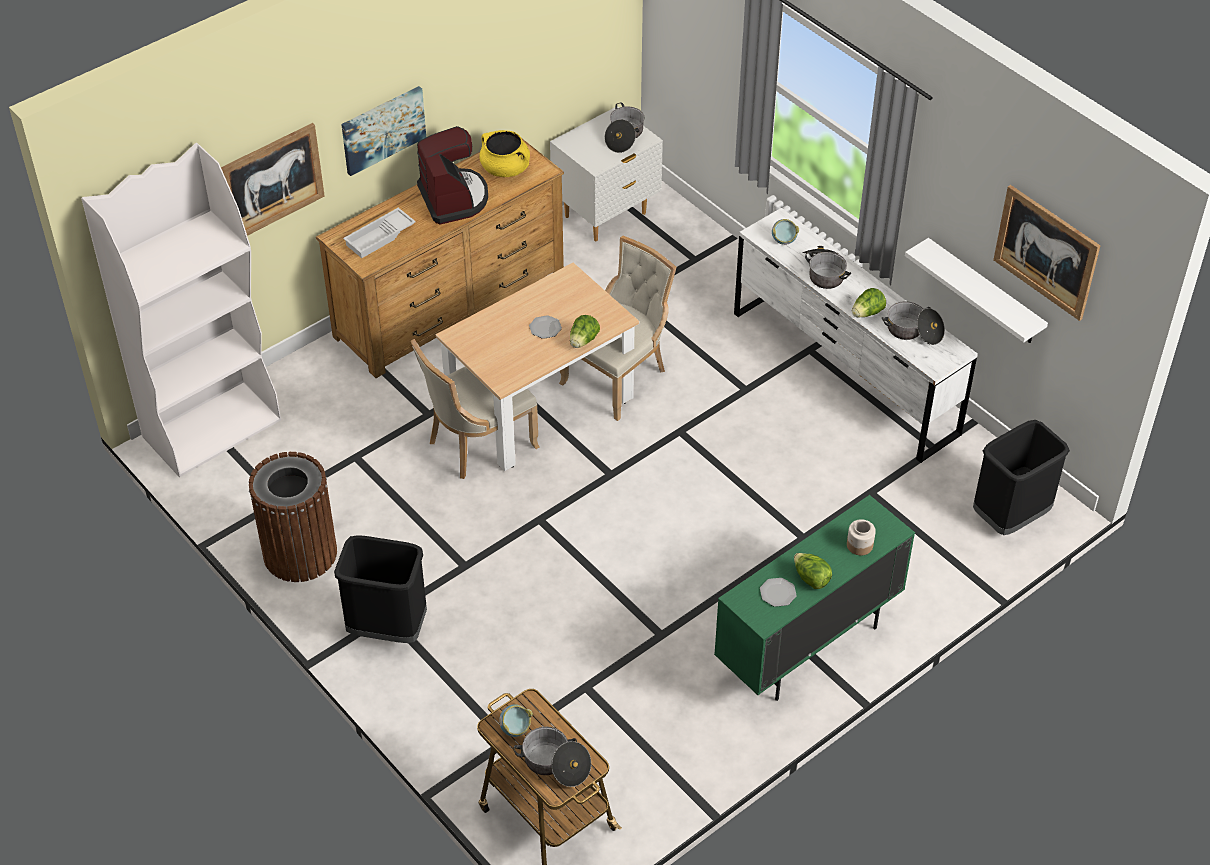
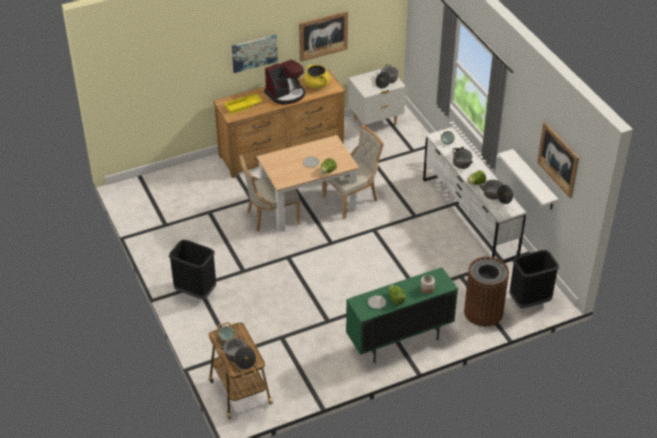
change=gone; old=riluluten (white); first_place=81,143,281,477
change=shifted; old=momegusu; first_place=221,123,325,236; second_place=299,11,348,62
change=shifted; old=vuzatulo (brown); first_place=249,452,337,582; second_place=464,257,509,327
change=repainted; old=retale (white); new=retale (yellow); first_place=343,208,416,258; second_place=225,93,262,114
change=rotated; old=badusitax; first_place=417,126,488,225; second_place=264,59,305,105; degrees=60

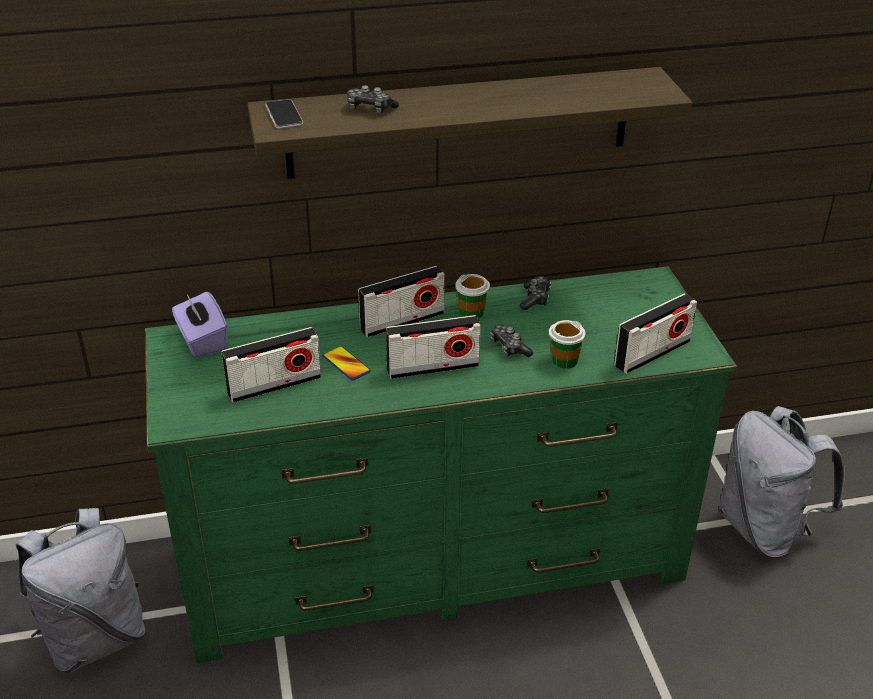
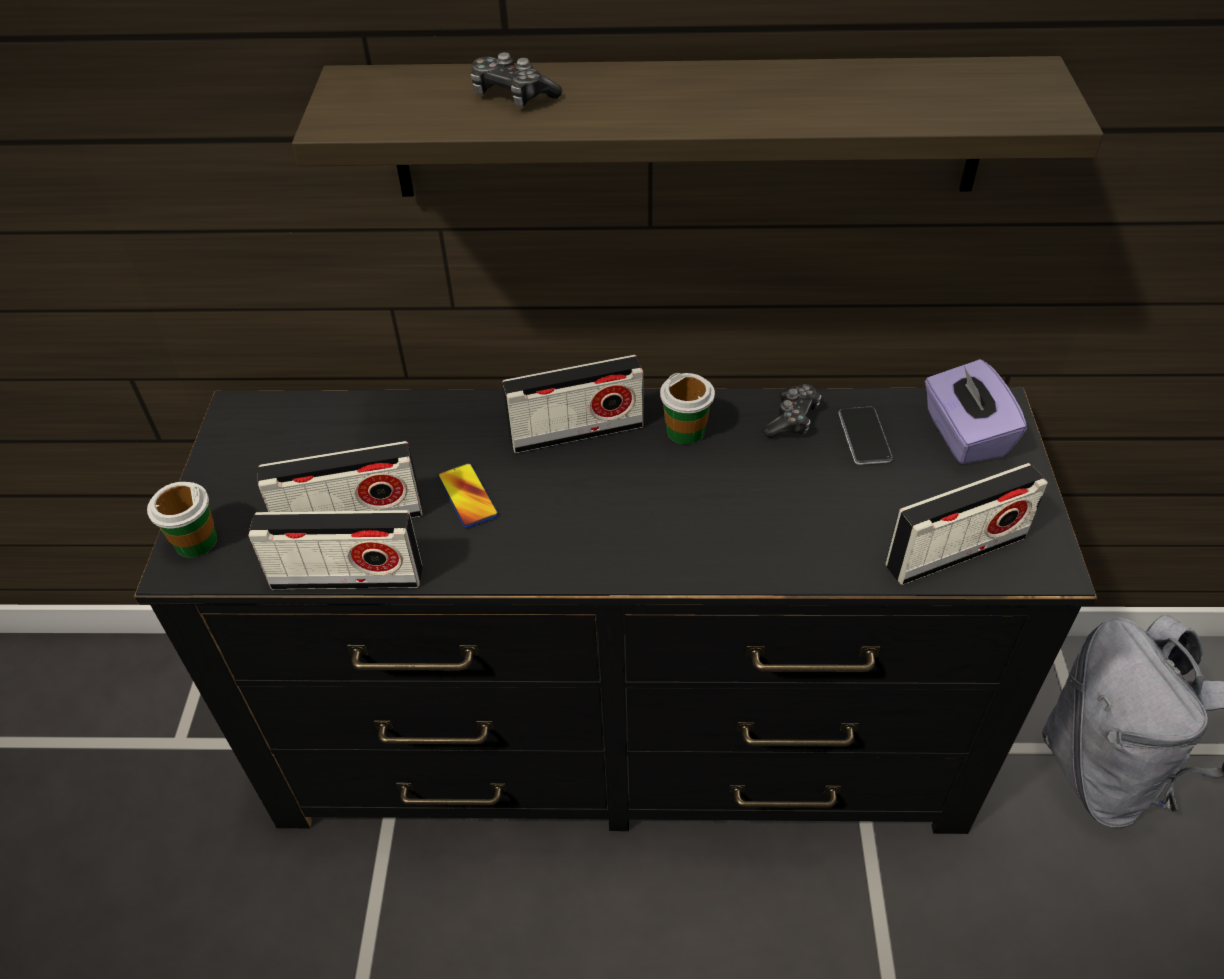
change=gone; old=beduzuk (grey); first_place=16,508,145,672
change=gone; old=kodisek; first_place=490,325,533,357
change=shifted; old=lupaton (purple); first_place=172,292,228,358; second_place=925,359,1027,464
change=shifted; old=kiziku; first_place=265,99,303,129; second_place=839,407,893,465
change=shifted; old=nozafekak; first_place=386,315,481,379; second_place=248,510,422,589
change=shifted; old=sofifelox; first_place=549,320,586,369; second_place=147,482,217,558
change=repainted; old=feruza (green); new=feruza (black); first_place=145,266,737,663; second_place=134,387,1097,834

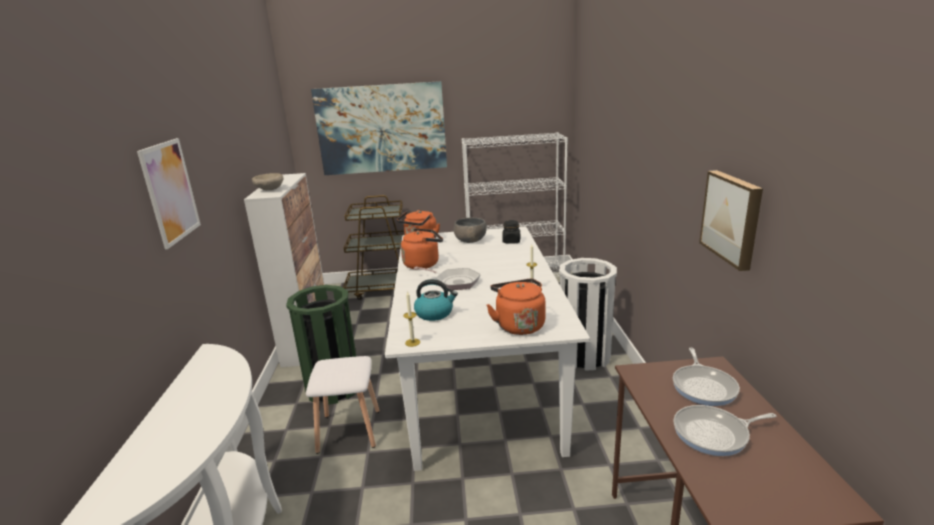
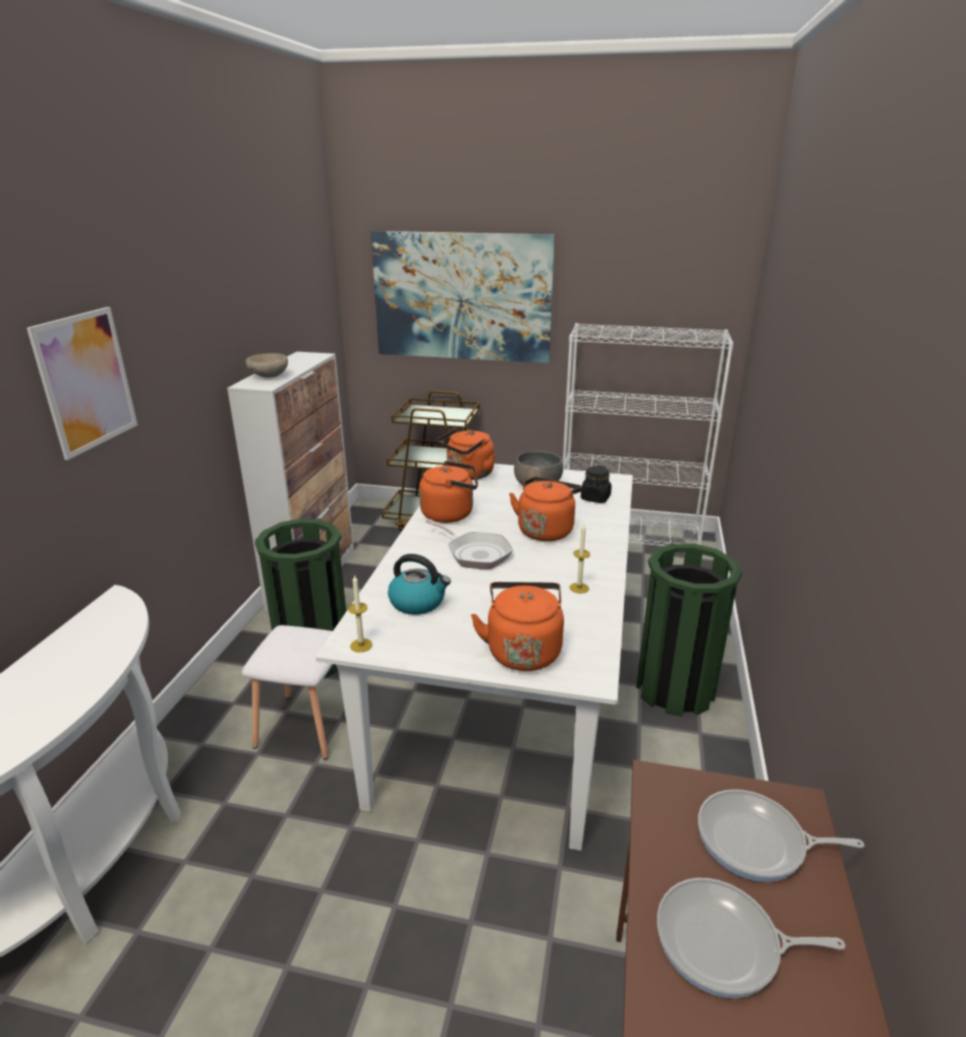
change=gone; old=momegusu; first_place=699,170,763,271
change=new; new=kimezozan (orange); second_place=509,477,583,541
change=repainted; old=vuzatulo (white); new=vuzatulo (green); first_place=559,258,617,371; second_place=636,544,742,717
change=rotated; old=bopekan; first_place=673,348,740,406; second_place=698,789,864,882; degrees=75

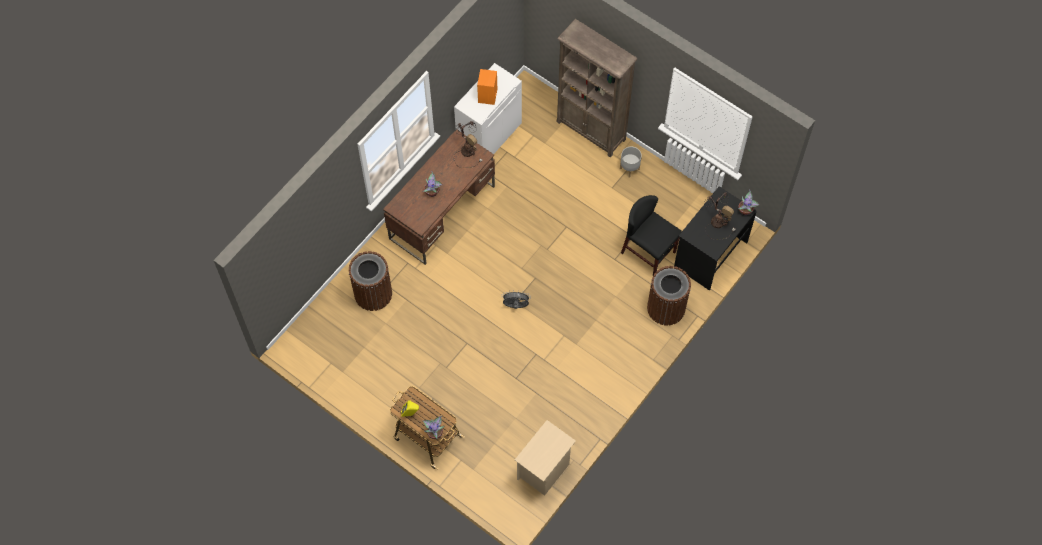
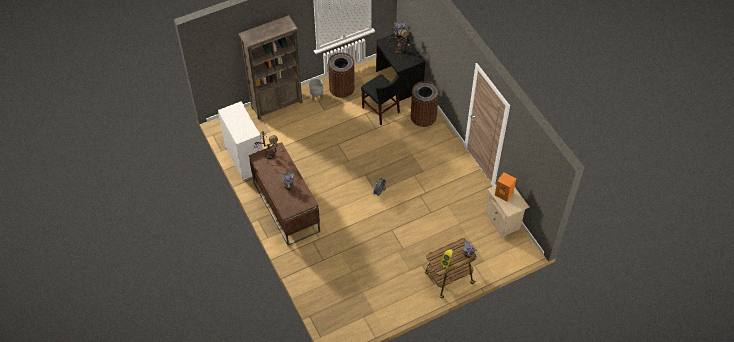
change=shifted; old=vuzatulo (brown); first_place=349,251,392,311; second_place=328,52,355,98
change=shifted; old=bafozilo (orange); first_place=477,69,497,105; second_place=495,172,516,202
change=rotated; old=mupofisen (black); first_place=621,195,682,275; second_place=361,74,400,125; degrees=-105

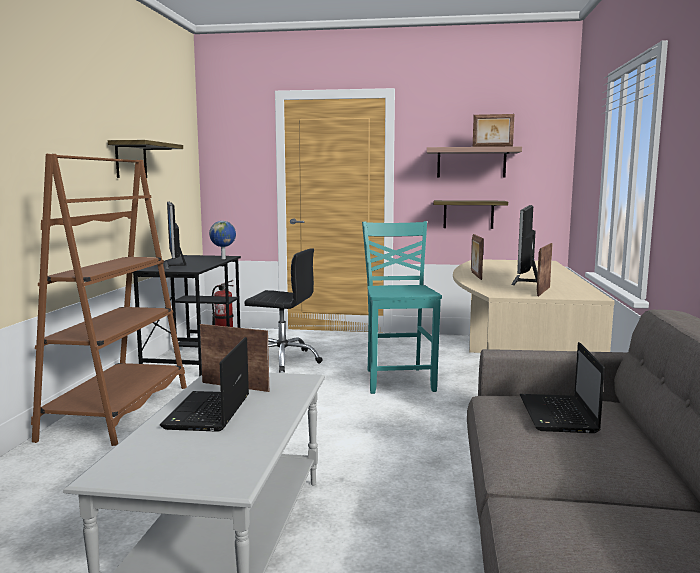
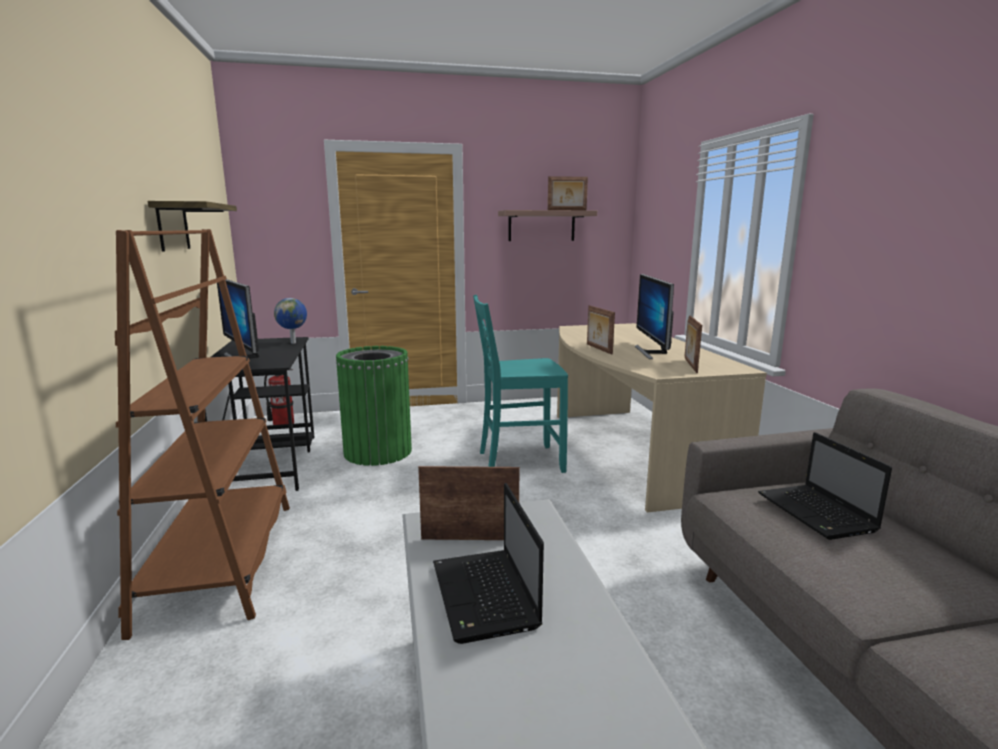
change=gone; old=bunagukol; first_place=433,200,508,229
change=swapped; old=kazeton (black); new=vuzatulo (green); first_place=244,248,323,372; second_place=336,346,412,466
change=rotated; old=mupofisen (turquoise); first_place=362,221,442,394; second_place=473,295,568,473; degrees=-75

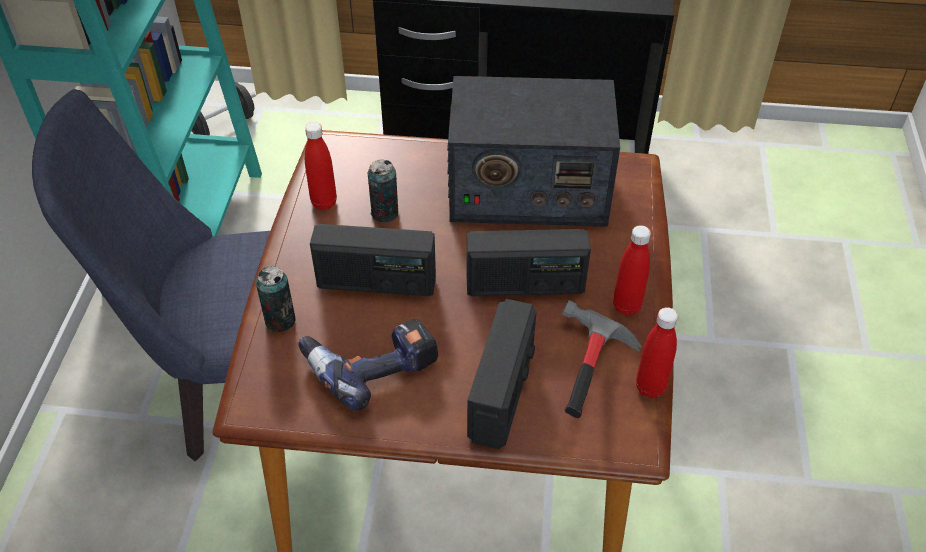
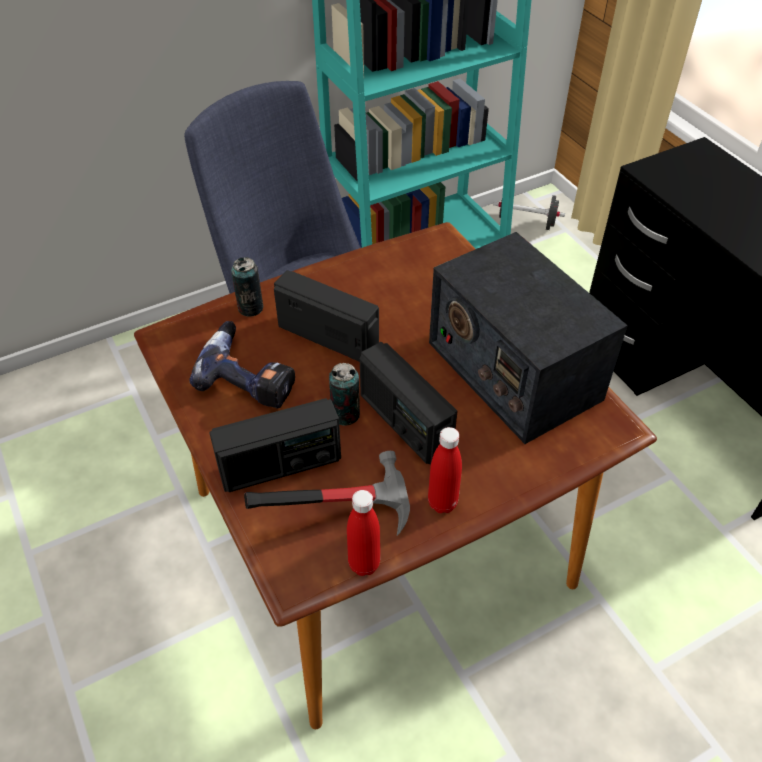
change=gone; old=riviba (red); first_place=305,122,337,210
change=shifted; old=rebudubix; first_place=368,160,398,223; second_place=329,363,360,426
change=rotated; old=nozafekak; first_place=310,224,436,296; second_place=274,270,379,362; degrees=150

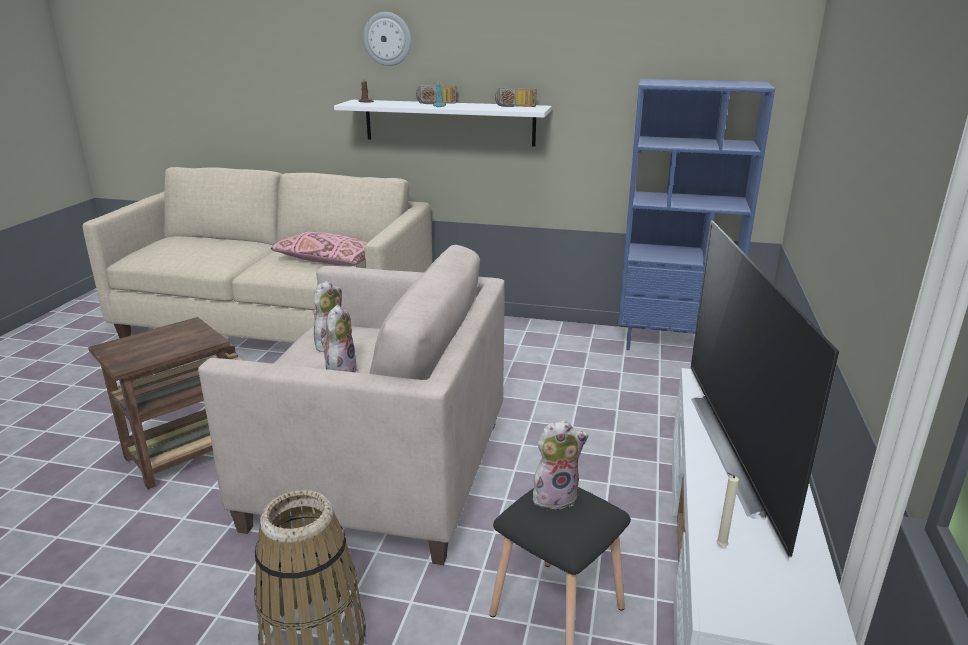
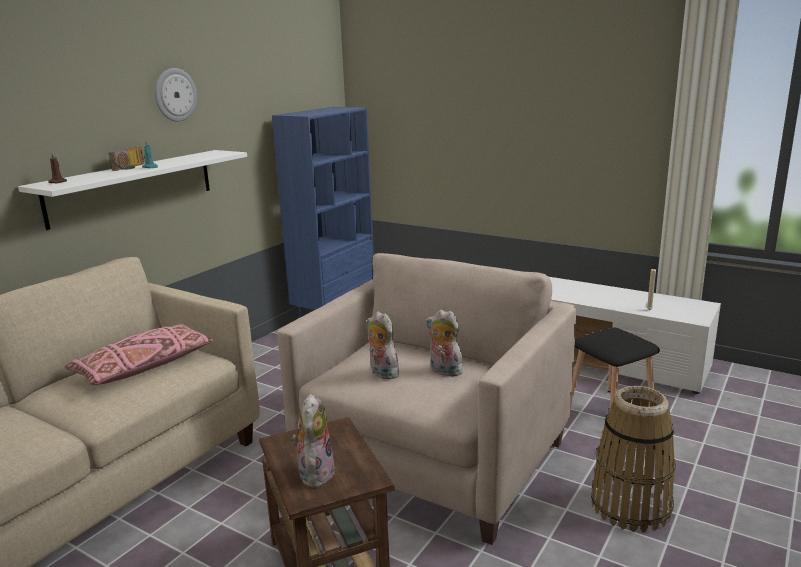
change=gone; old=nozafekak; first_place=495,88,537,107
change=gone; old=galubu; first_place=691,220,839,558
change=shifted; old=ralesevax; first_place=363,12,411,66; second_place=155,68,197,122
change=shifted; old=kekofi; first_place=533,420,589,510; second_place=292,394,334,488

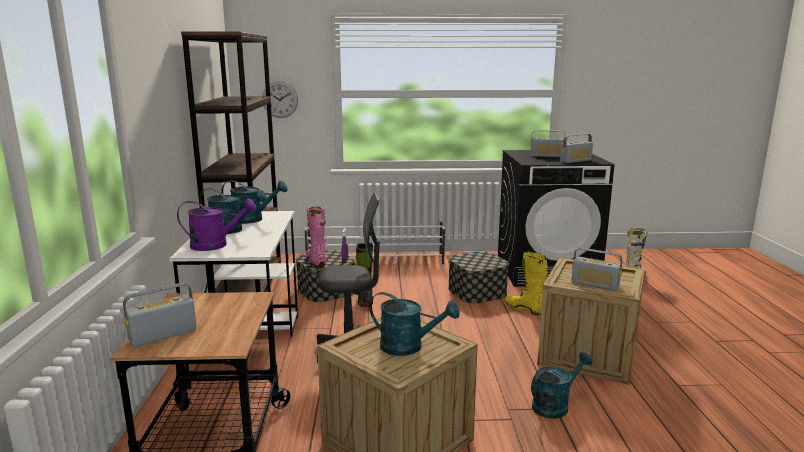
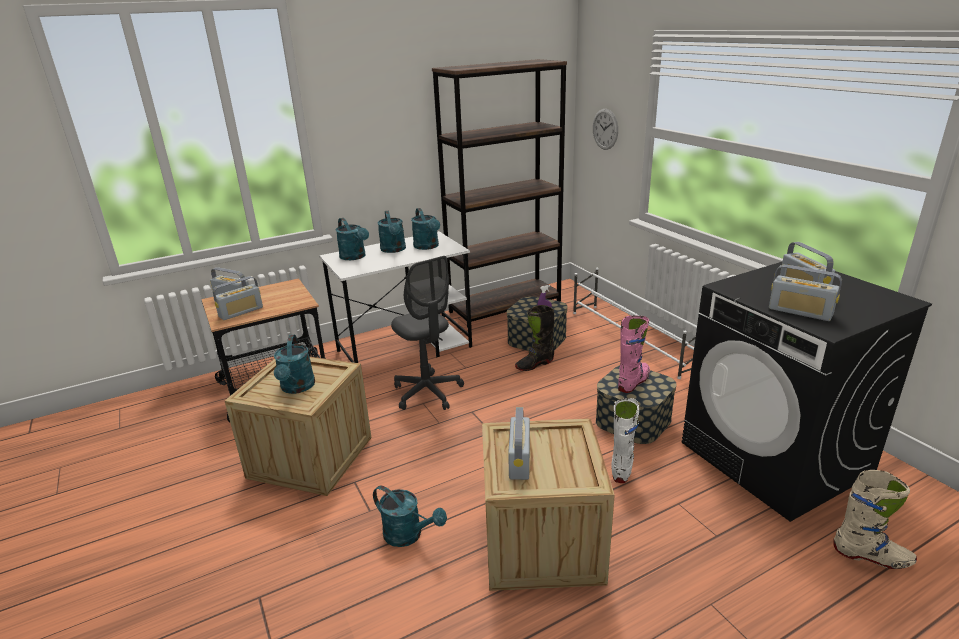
change=new; new=nozafekak; second_place=213,276,263,320
change=shifted; old=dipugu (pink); first_place=306,206,327,267; second_place=618,316,650,393
change=repainted; old=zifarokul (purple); new=zifarokul (turquoise); first_place=177,199,257,251; second_place=336,218,369,260
change=repainted; old=dipugu (yellow); new=dipugu (white); first_place=505,252,549,315; second_place=611,398,639,483

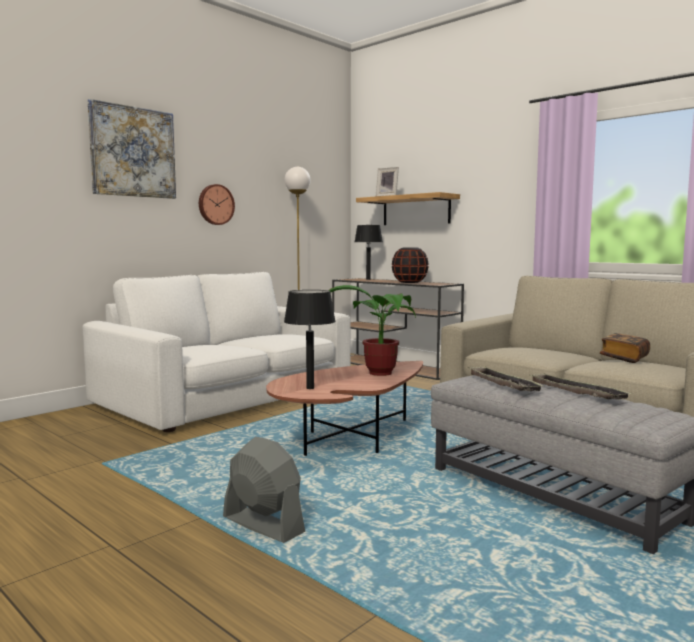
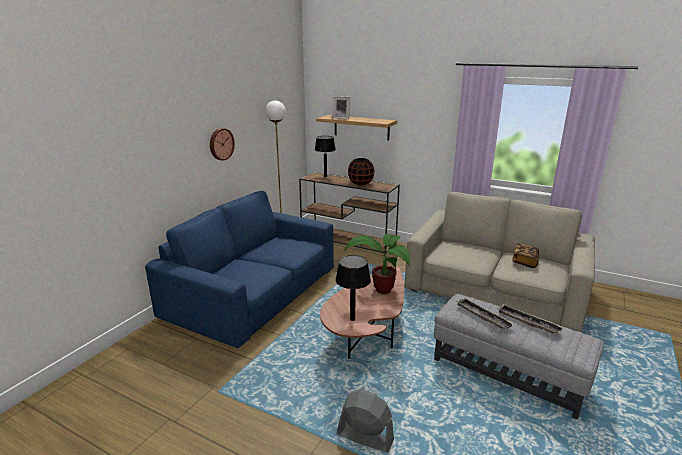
change=gone; old=momegusu; first_place=88,99,176,199
change=repainted; old=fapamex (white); new=fapamex (blue); first_place=83,272,351,432; second_place=145,191,334,348

